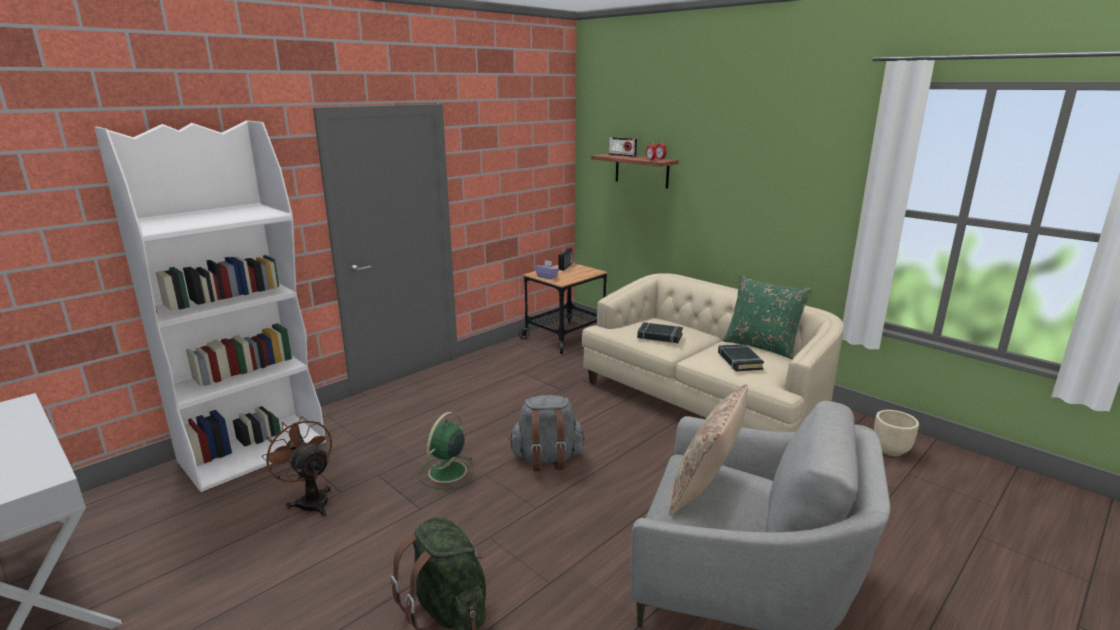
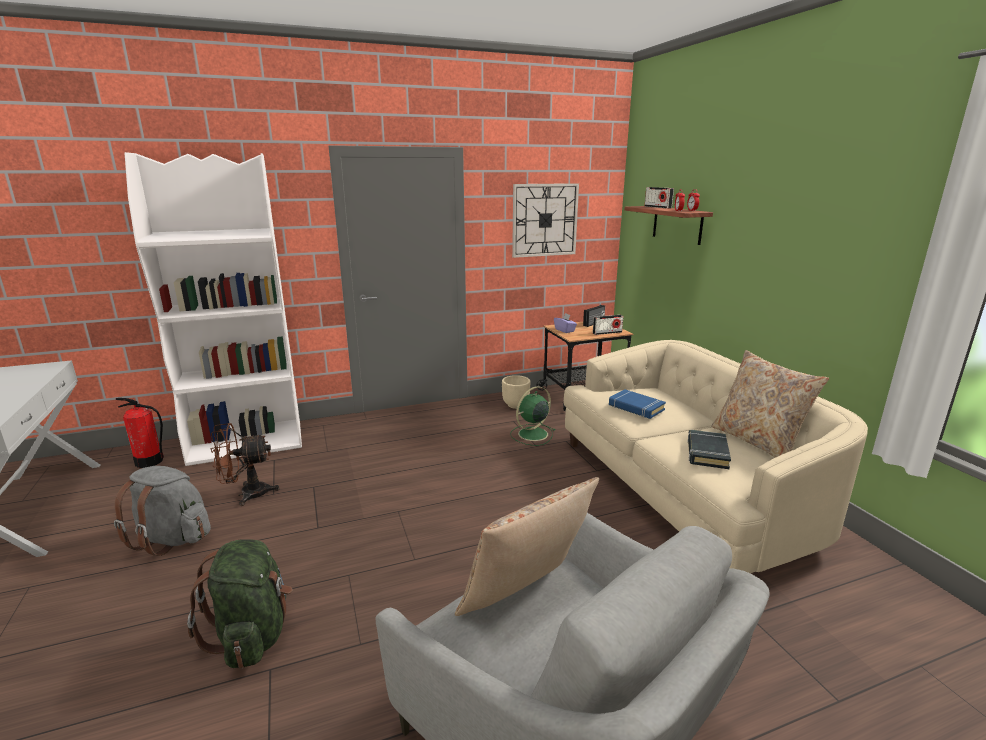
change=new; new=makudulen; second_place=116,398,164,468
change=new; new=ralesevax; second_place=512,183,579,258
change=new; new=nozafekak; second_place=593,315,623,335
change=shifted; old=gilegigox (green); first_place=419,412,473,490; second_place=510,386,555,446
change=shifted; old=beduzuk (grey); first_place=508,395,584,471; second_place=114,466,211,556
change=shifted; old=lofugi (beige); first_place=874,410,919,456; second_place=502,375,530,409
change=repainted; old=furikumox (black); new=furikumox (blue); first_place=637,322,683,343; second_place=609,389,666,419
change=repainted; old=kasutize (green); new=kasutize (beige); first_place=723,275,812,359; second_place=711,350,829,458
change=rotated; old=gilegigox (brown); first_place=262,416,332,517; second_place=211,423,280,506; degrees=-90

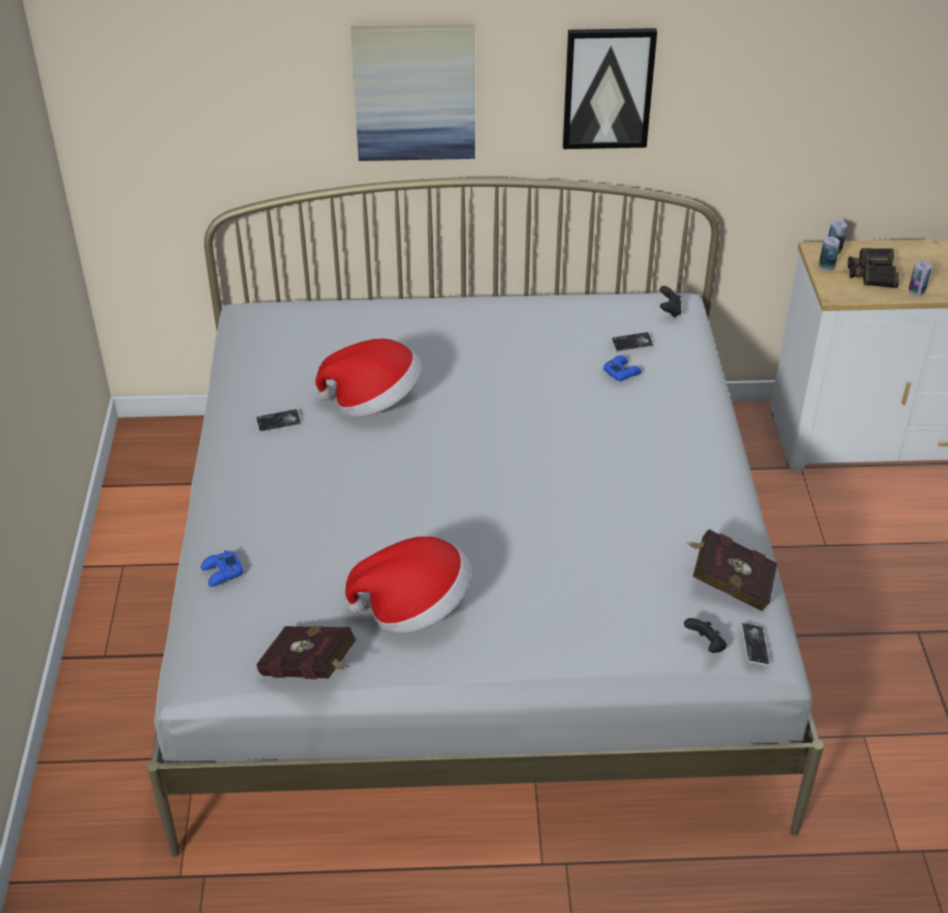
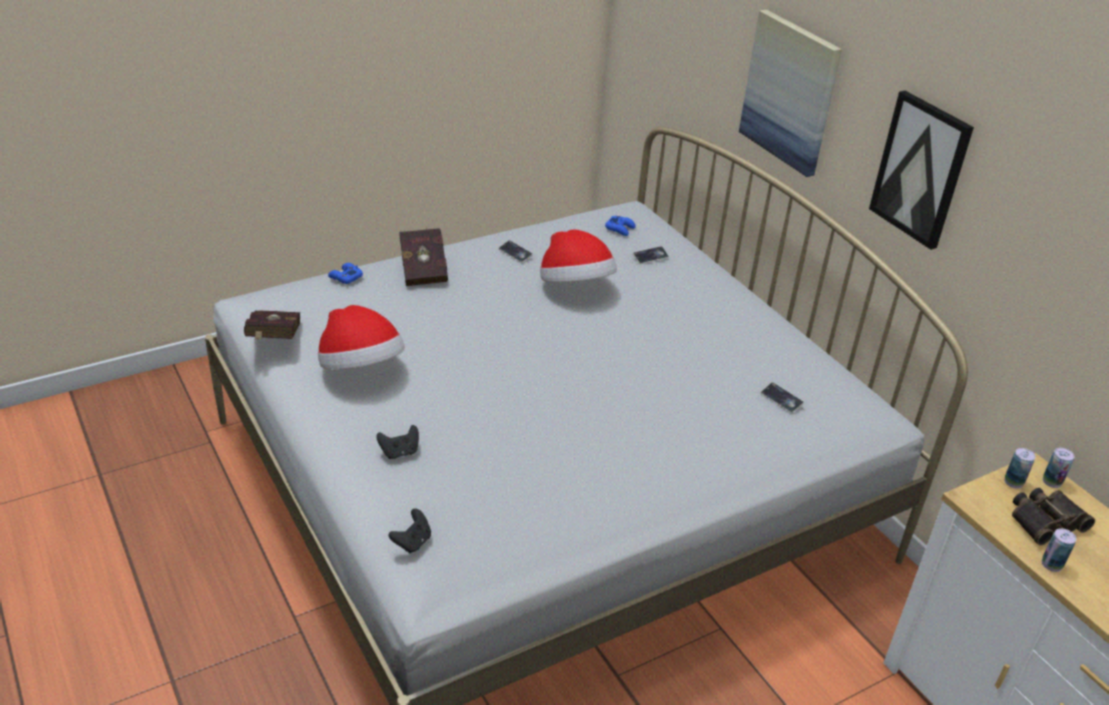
change=shifted; old=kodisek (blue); first_place=603,355,642,381; second_place=605,216,636,236
change=shifted; old=kodisek (black); first_place=660,286,682,318; second_place=376,425,419,459
change=shifted; old=furikumox (red); first_place=687,529,777,611; second_place=399,227,448,286
change=shifted; old=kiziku; first_place=741,623,770,666; second_place=633,246,669,264

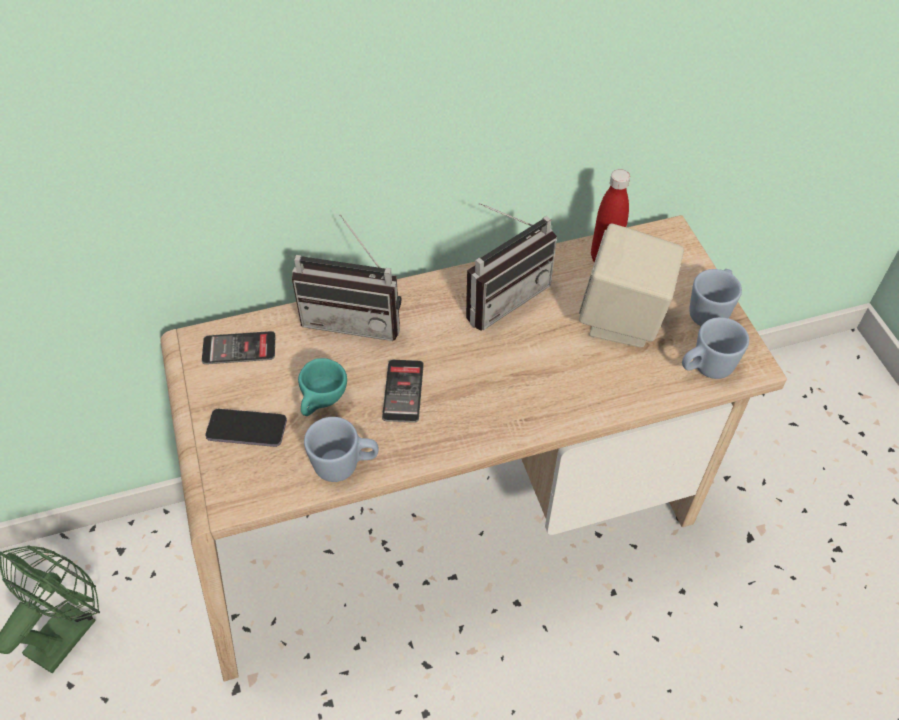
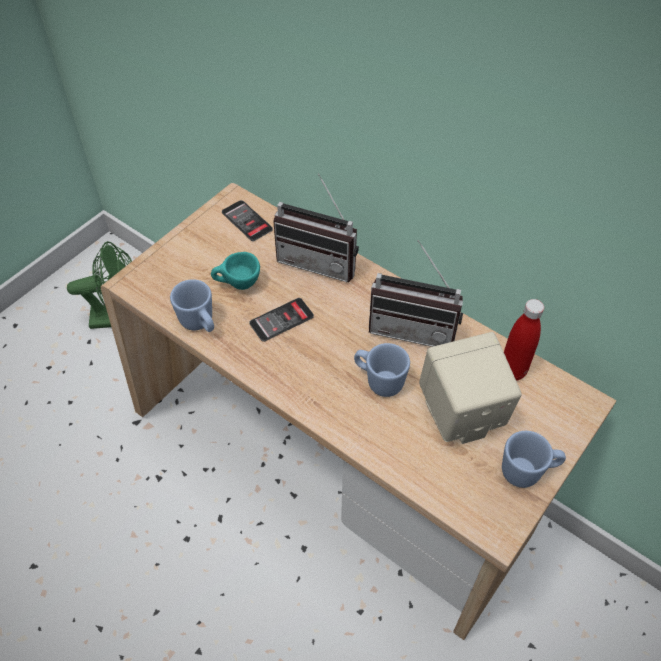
change=gone; old=kiziku; first_place=205,409,287,447
change=shifted; old=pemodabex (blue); first_place=682,317,749,379; second_place=354,343,410,397
change=rotated; old=nozafekak; first_place=292,214,401,341; second_place=273,173,359,282; degrees=-45

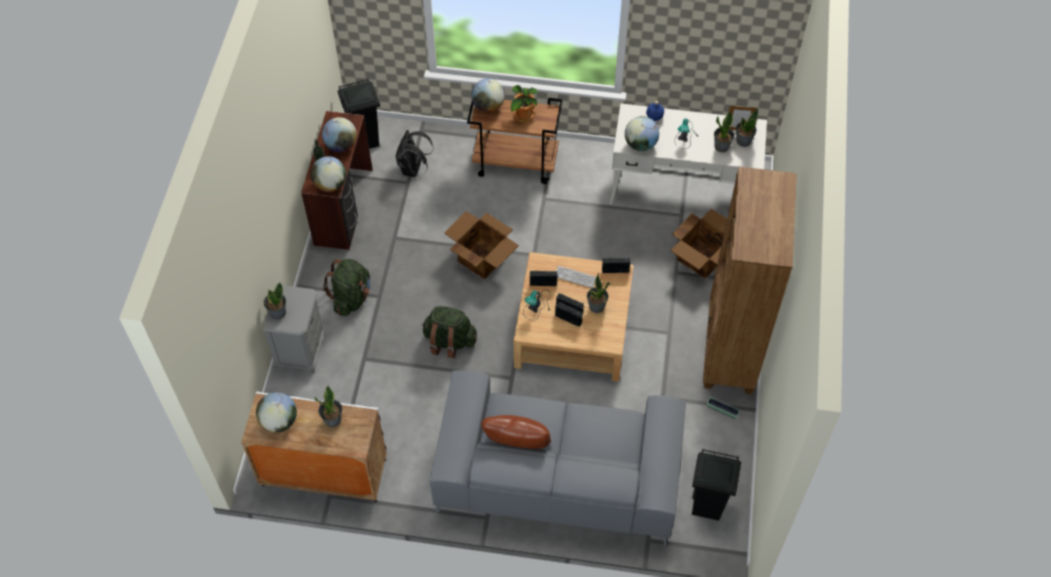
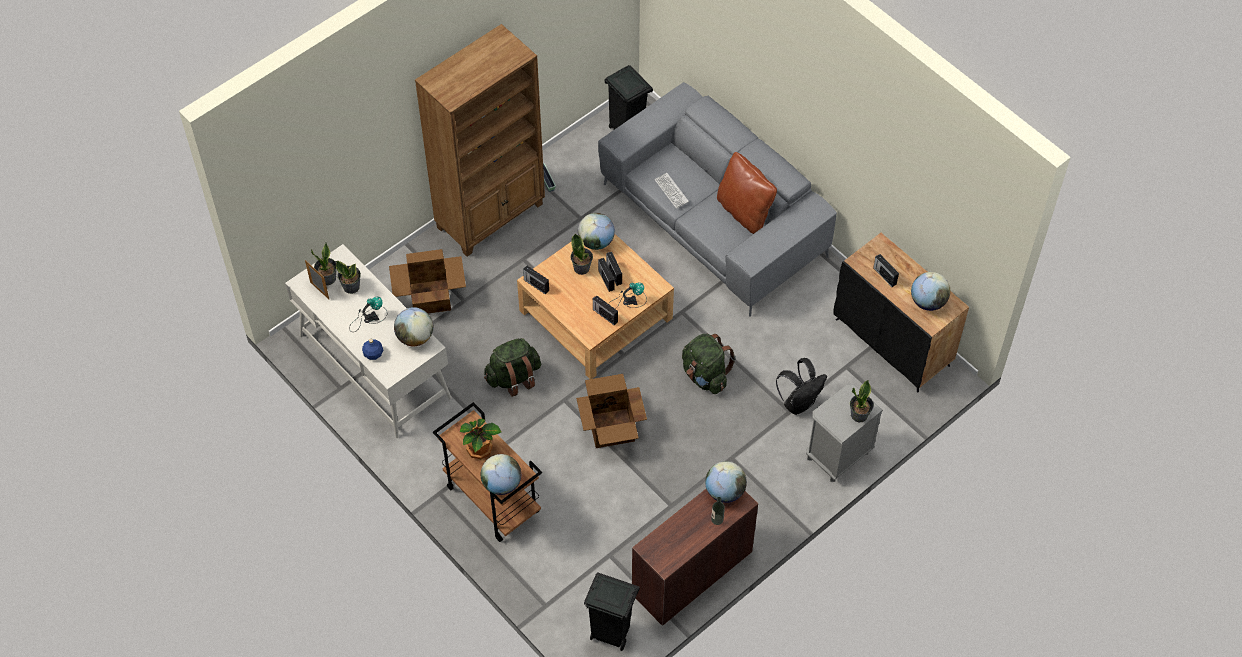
change=shifted; old=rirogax; first_place=322,117,357,152; second_place=578,213,615,250
change=shifted; old=beduzuk (green); first_place=323,259,370,316; second_place=484,338,541,397
change=shifted; old=beduzuk (black); first_place=396,130,434,177; second_place=776,358,827,415
change=shifted; old=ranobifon; first_place=556,266,596,288; second_place=655,173,689,208
change=swapped; old=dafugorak; new=nozafekak; first_place=315,385,342,427; second_place=873,254,899,287
change=repainted; old=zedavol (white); new=zedavol (black); first_place=241,392,387,502; second_place=833,233,969,392

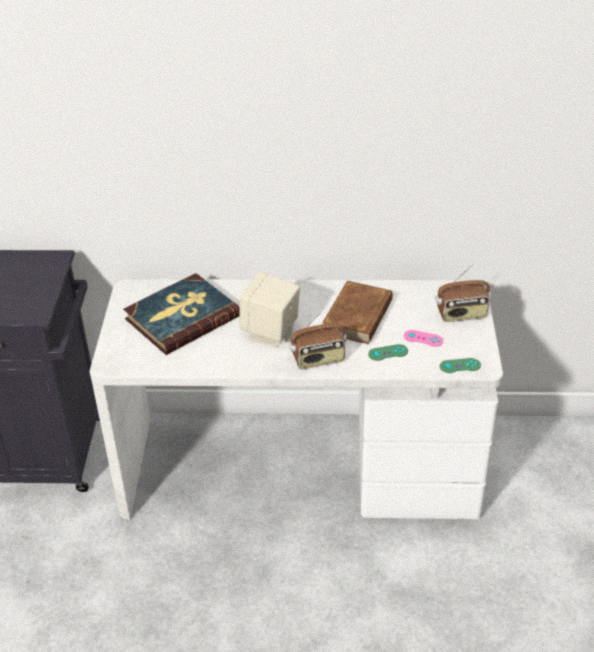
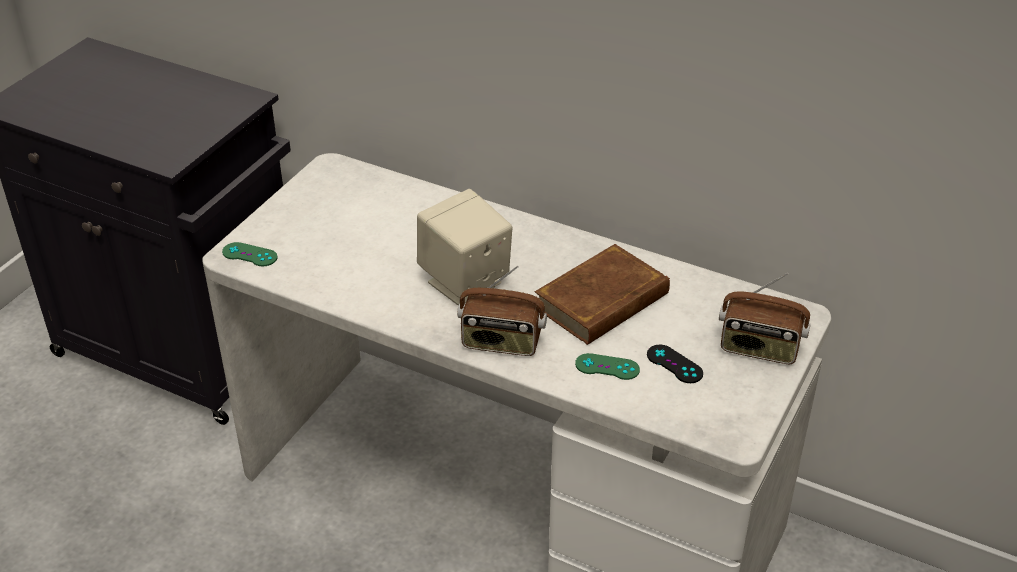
change=gone; old=furikumox; first_place=123,273,240,355
change=shifted; old=kodisek (green); first_place=440,358,481,373; second_place=222,242,277,266
change=repainted; old=kodisek (pink); new=kodisek (black); first_place=404,330,443,347; second_place=647,344,703,383

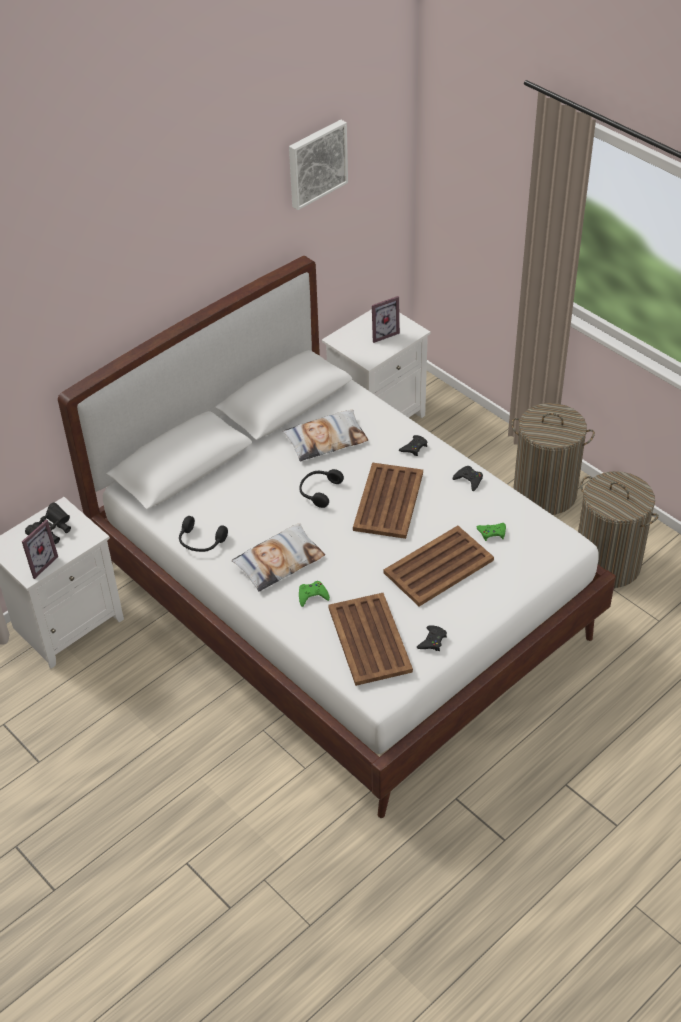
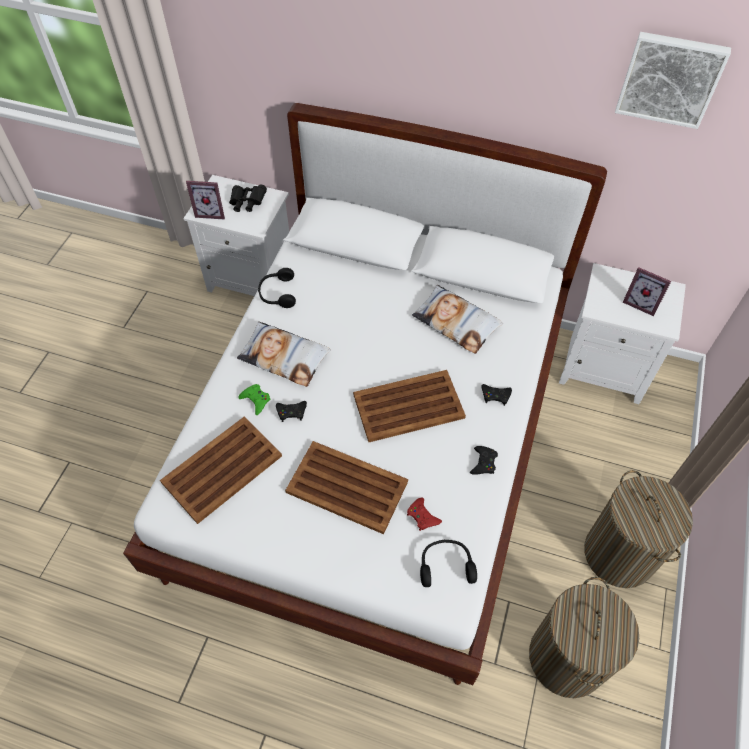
change=shifted; old=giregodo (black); first_place=299,469,344,508; second_place=420,539,477,587
change=shifted; old=kodisek (black); first_place=417,625,447,651; second_place=276,401,307,422
change=repainted; old=kodisek (green); new=kodisek (red); first_place=476,523,506,541; second_place=407,498,442,531

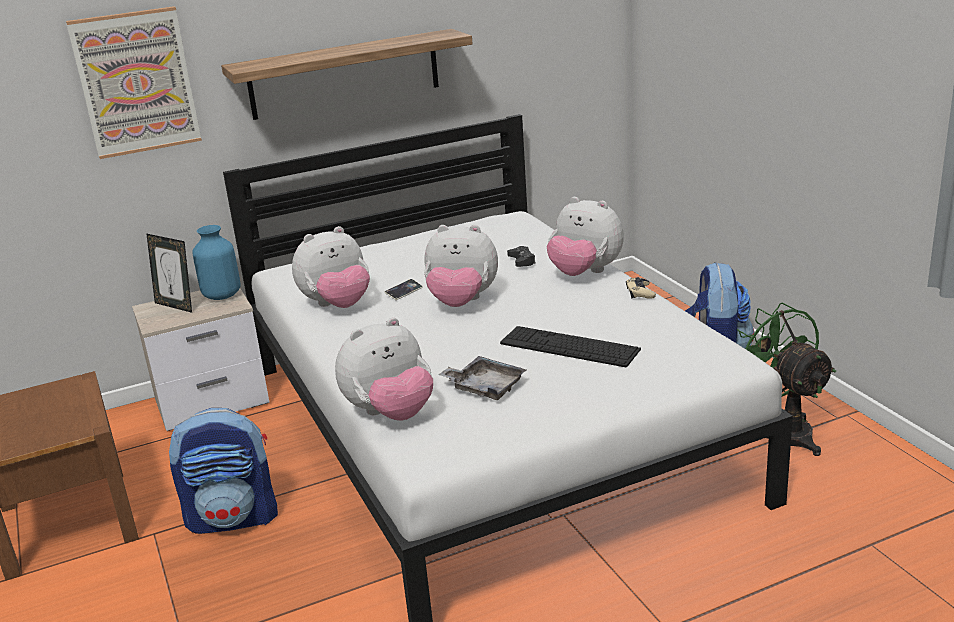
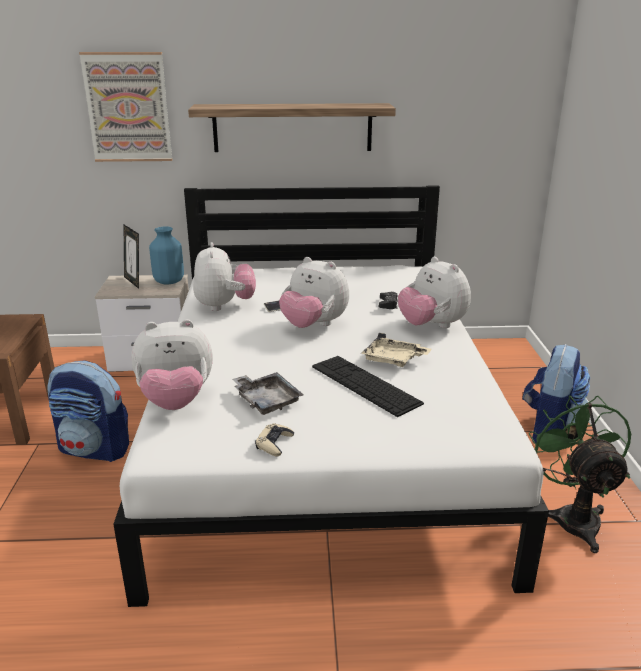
change=new; new=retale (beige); second_place=361,333,432,367
change=shifted; old=kodisek (beige); first_place=626,277,656,299; second_place=255,423,294,456
change=rotated; old=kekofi; first_place=292,226,370,308; second_place=193,242,256,311; degrees=-90

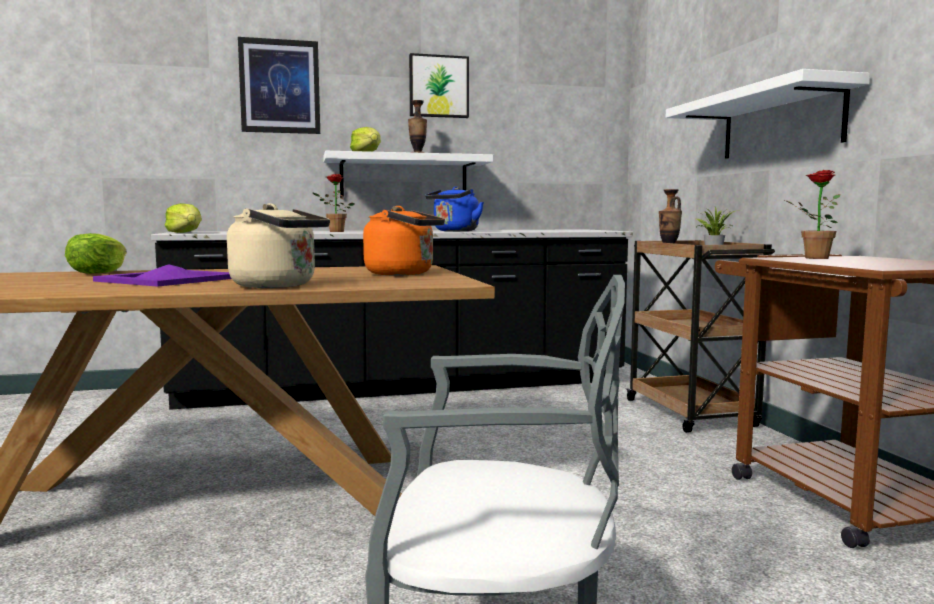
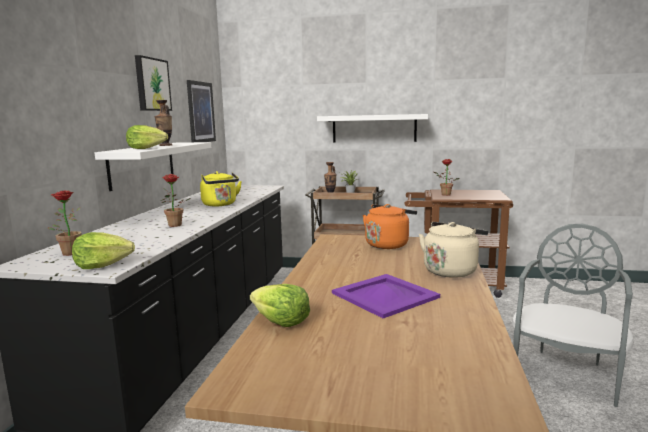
change=new; new=dafugorak; second_place=48,190,82,256
change=shifted; old=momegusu; first_place=238,37,320,134; second_place=187,80,216,142
change=repainted; old=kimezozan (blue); new=kimezozan (yellow); first_place=425,187,484,231; second_place=200,171,242,206

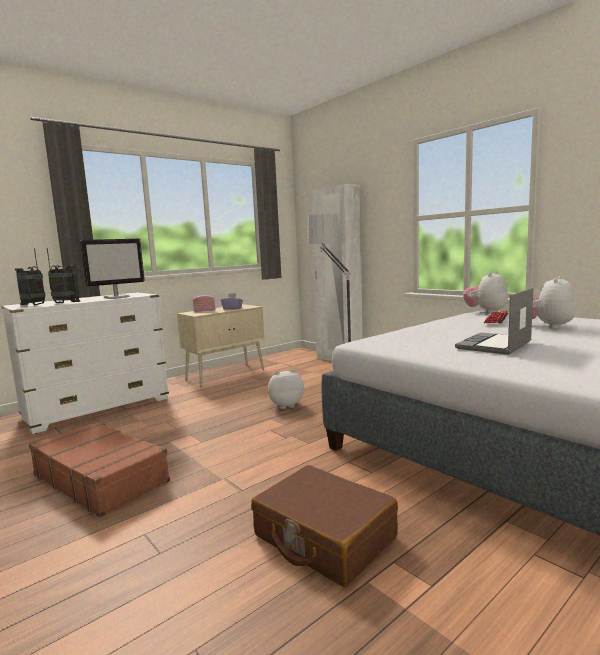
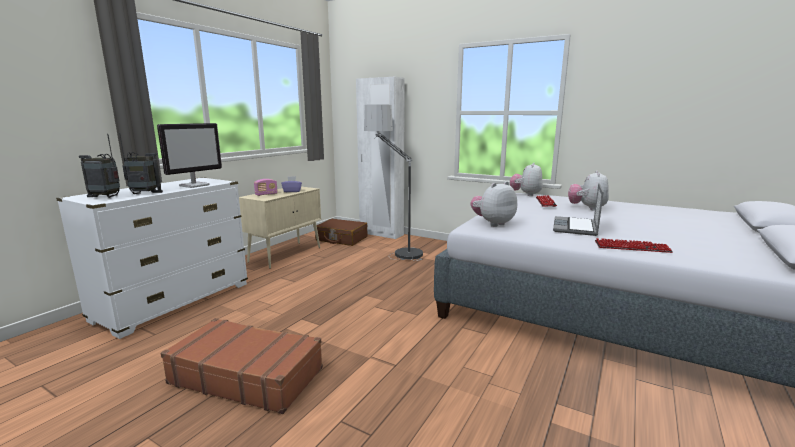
change=new; new=ranobifon; second_place=595,238,673,253
change=shifted; old=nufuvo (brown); first_place=251,465,398,587; second_place=315,219,368,246
change=shifted; old=kekofi; first_place=268,369,304,409; second_place=470,181,517,227

